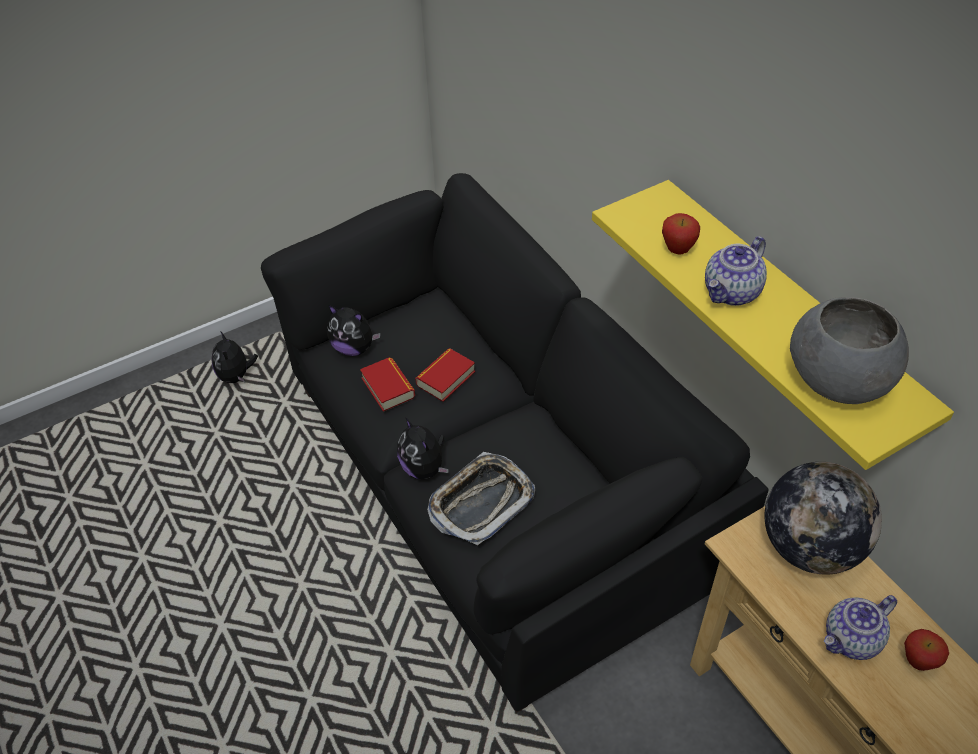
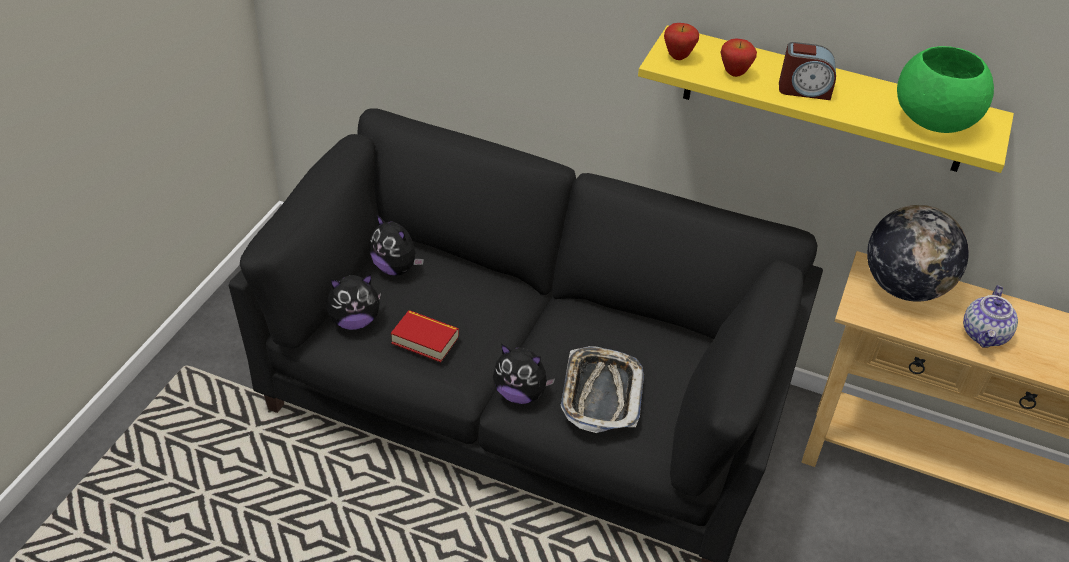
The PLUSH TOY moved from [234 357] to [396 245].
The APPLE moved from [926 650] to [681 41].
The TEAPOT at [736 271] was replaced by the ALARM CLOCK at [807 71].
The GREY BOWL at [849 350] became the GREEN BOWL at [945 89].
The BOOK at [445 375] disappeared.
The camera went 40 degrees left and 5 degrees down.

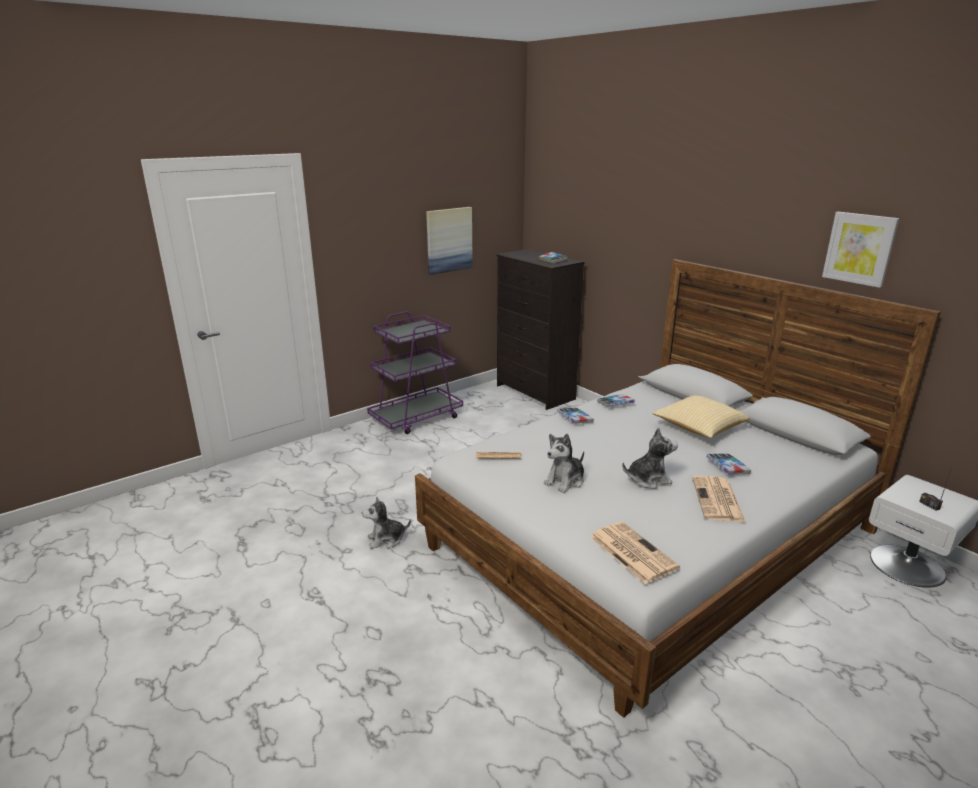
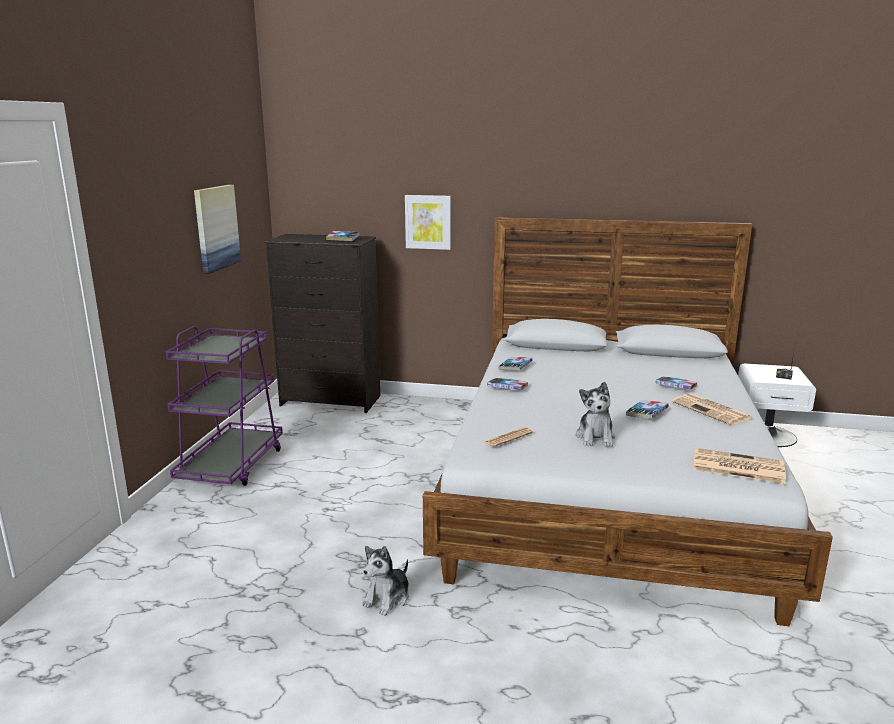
The PICTURE moved from [860 250] to [428 222].
The PLUSH TOY at [650 458] was replaced by the BOOK at [647 409].
The PILLOW at [701 416] disappeared.
The camera went 40 degrees left and 5 degrees down.

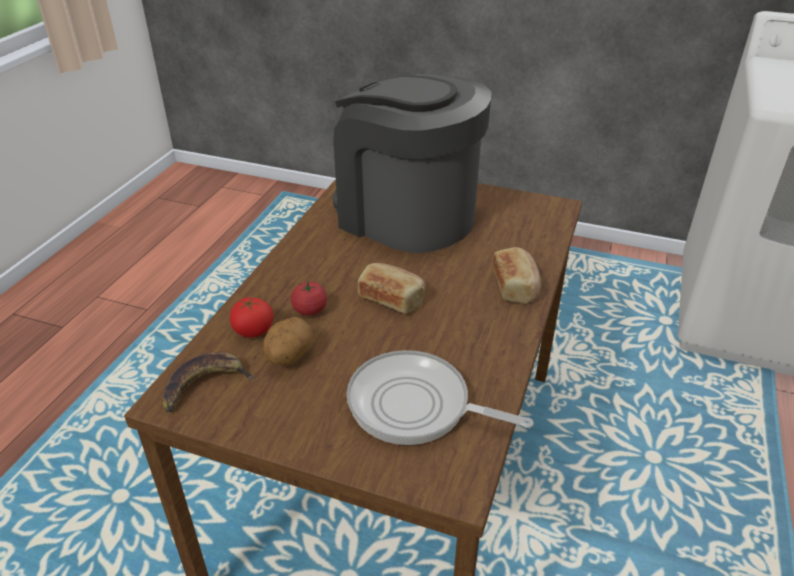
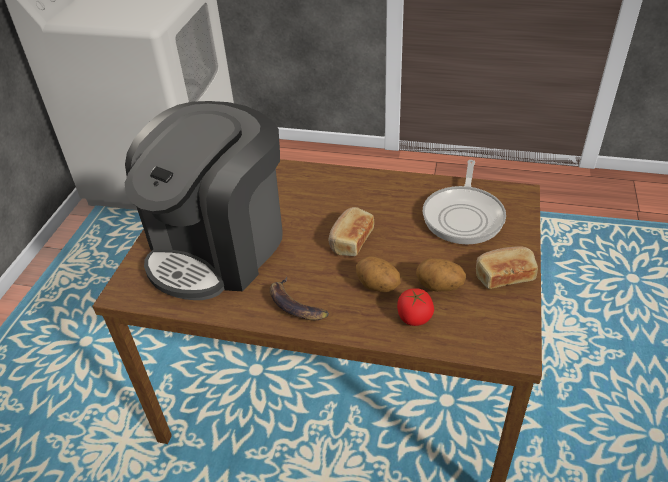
The BANANA moved from [209 382] to [299 298].
The TOMATO at [309 297] was replaced by the POTATO at [378 274].
The BREAD moved from [517 275] to [507 267].
The camera went 95 degrees left and 5 degrees up.

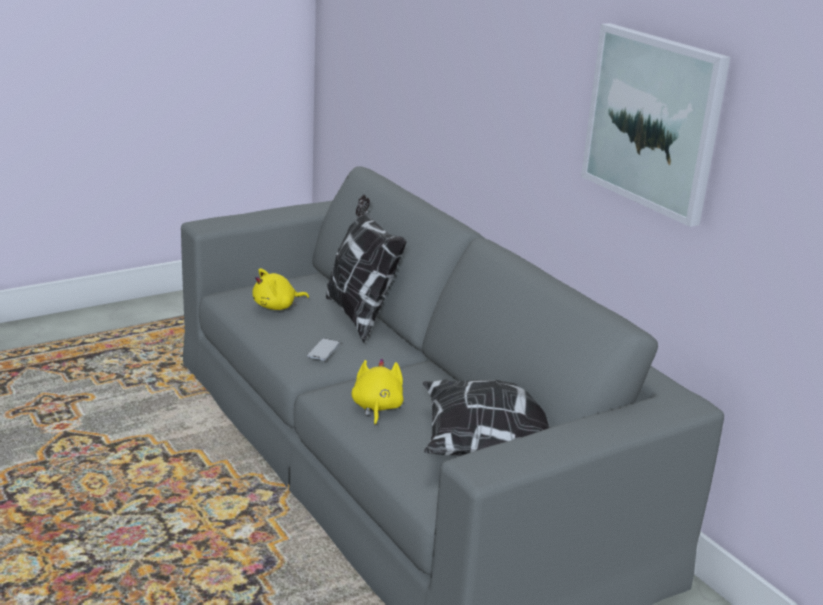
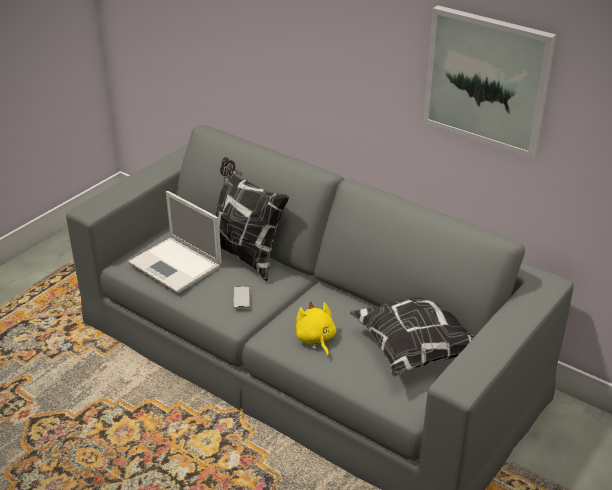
The YELLOW PLUSH TOY at [281 289] was replaced by the LAPTOP at [175 242].
The camera went 20 degrees left and 10 degrees up.

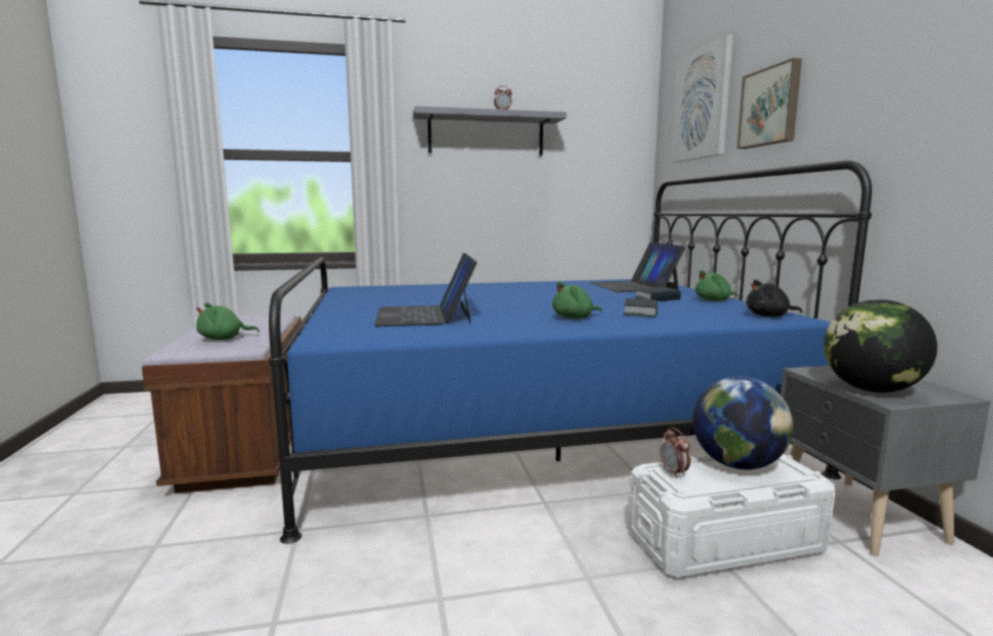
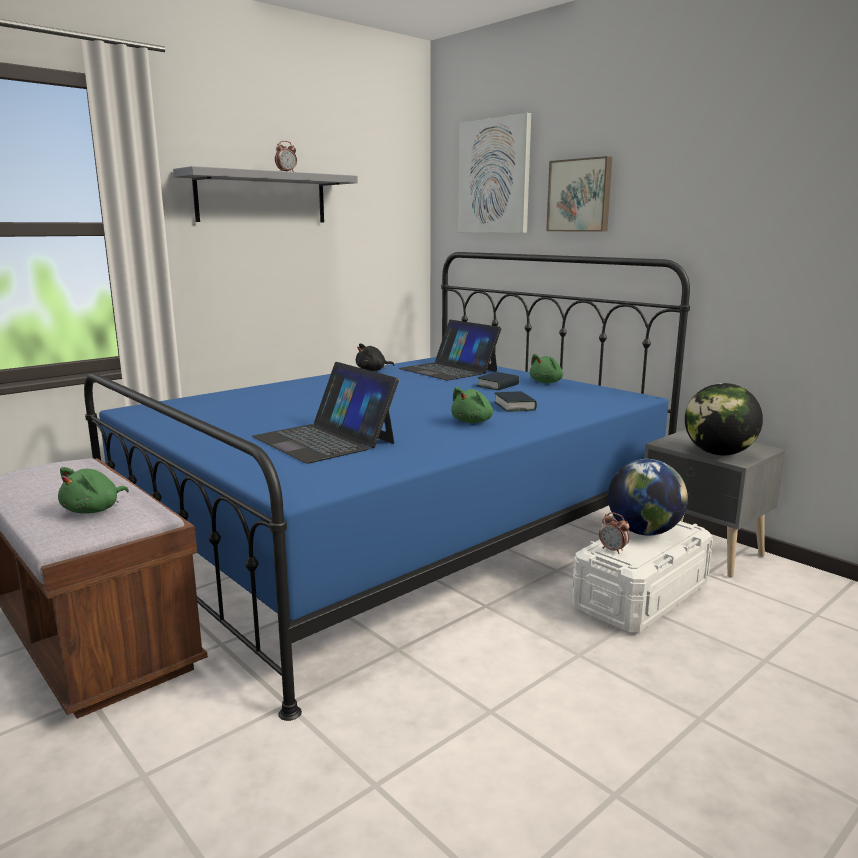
The BLACK PLUSH TOY moved from [774 298] to [375 357].
The camera went 30 degrees left and 5 degrees up.

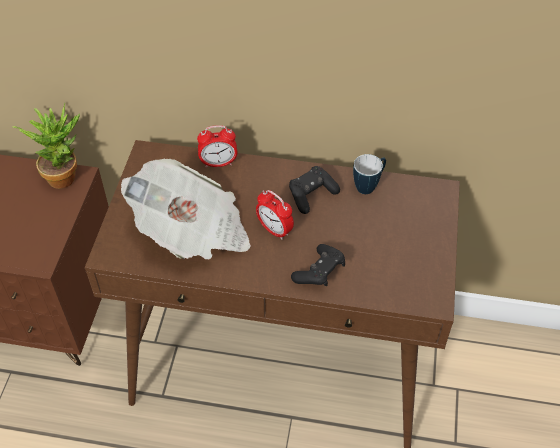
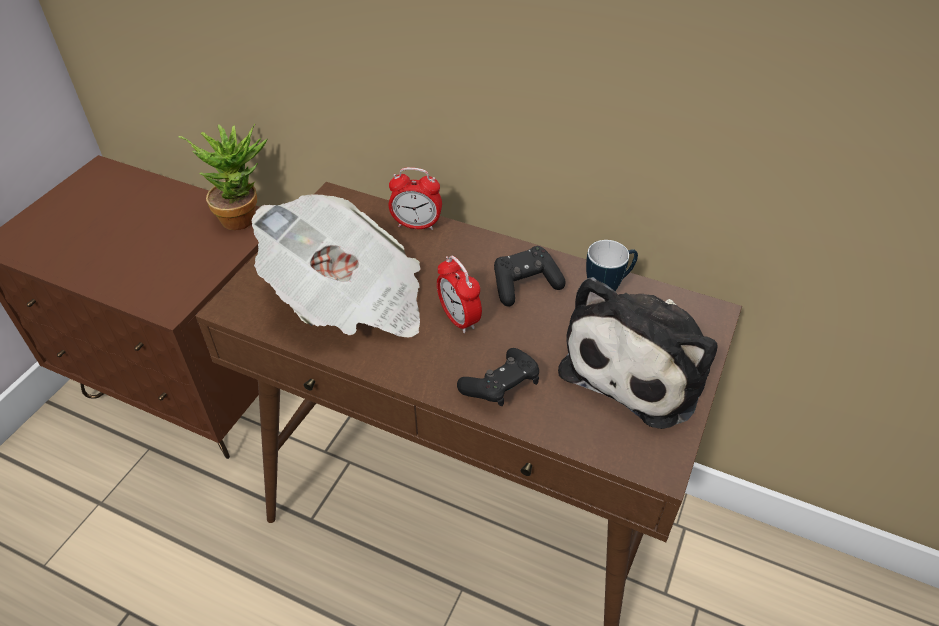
The PLUSH TOY at [638 353] appeared.
The camera went 15 degrees right and 5 degrees down.

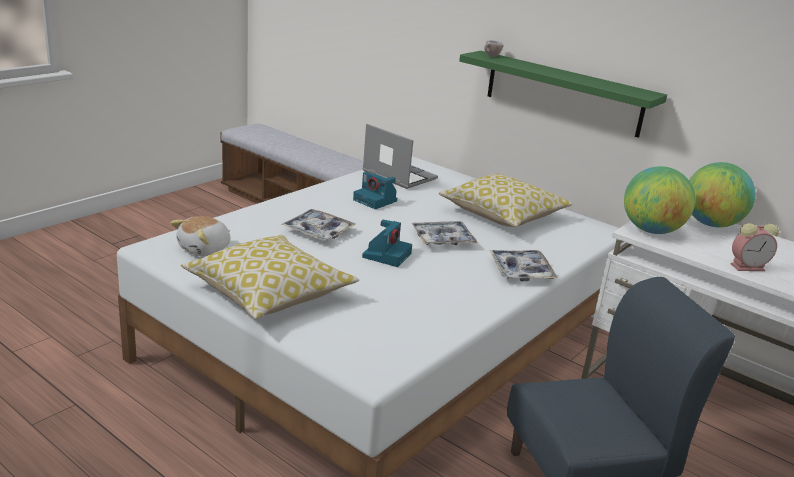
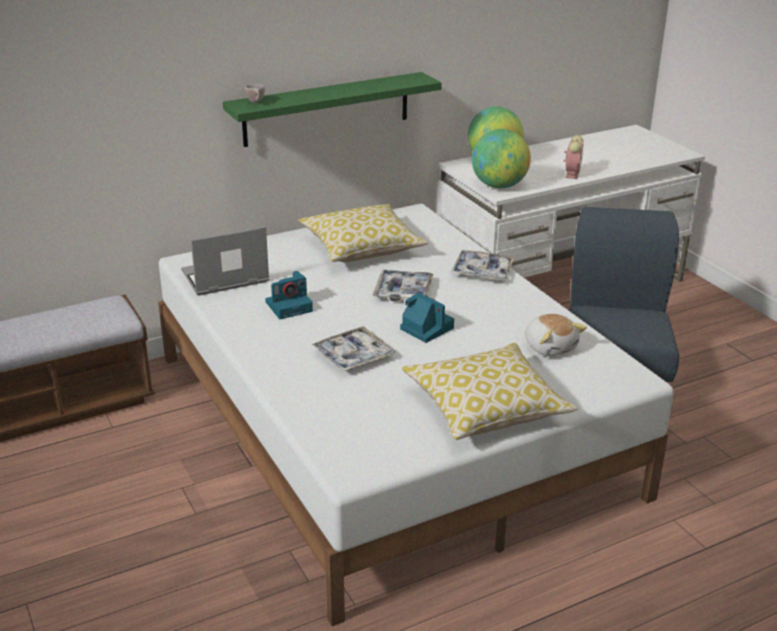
The PLUSH TOY moved from [200 236] to [556 335].
The camera went 65 degrees left and 5 degrees up.

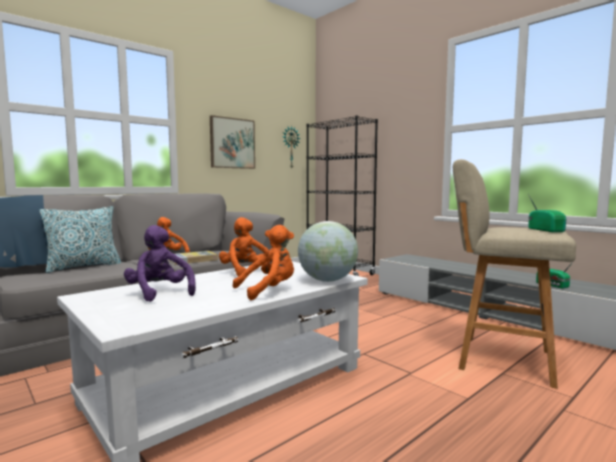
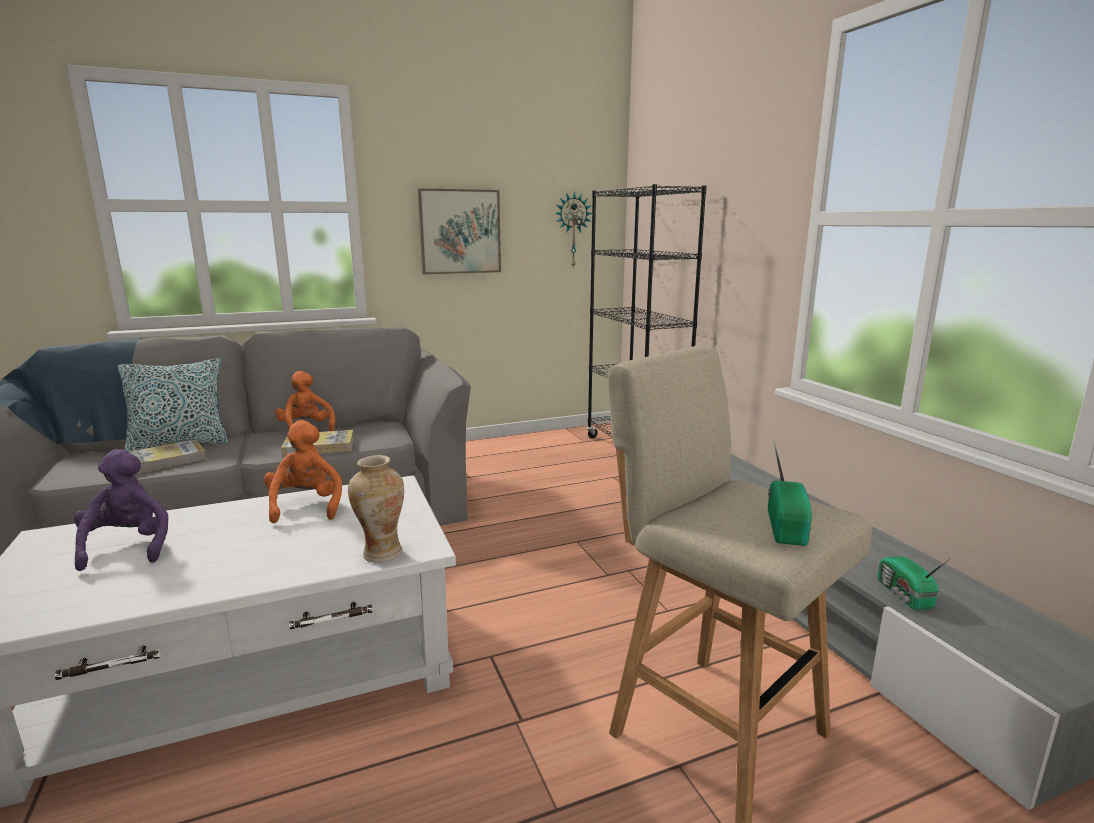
The BOOK at [168 456] appeared.
The GLOBE at [328 251] was replaced by the VASE at [376 509].
The ORANGE PLUSH TOY at [263 262] disappeared.
The camera went 20 degrees right and 10 degrees up.

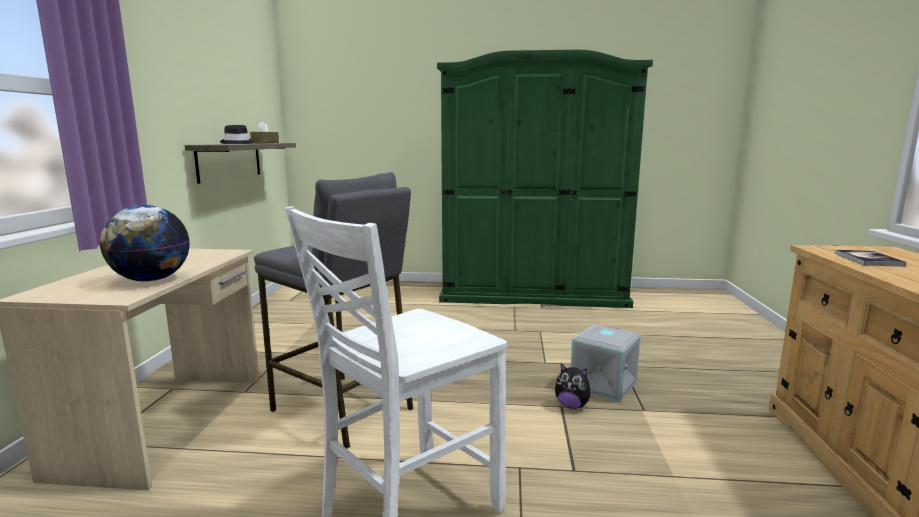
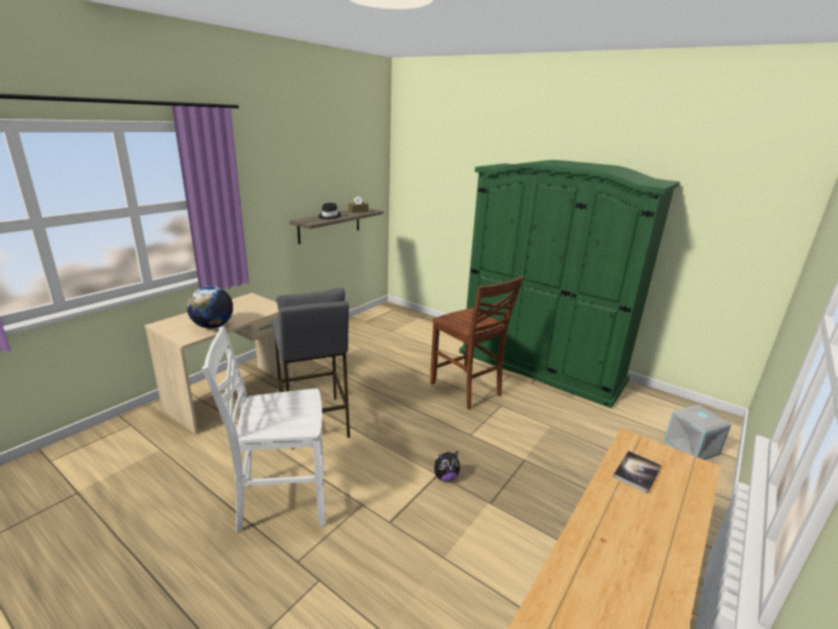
The BROWN CHAIR at [477 342] appeared.
The PLUSH TOY at [575 386] turned 75 degrees counterclockwise.
The GREY STORAGE BOX moved from [606 363] to [697 432].
The camera went 30 degrees right and 10 degrees up.

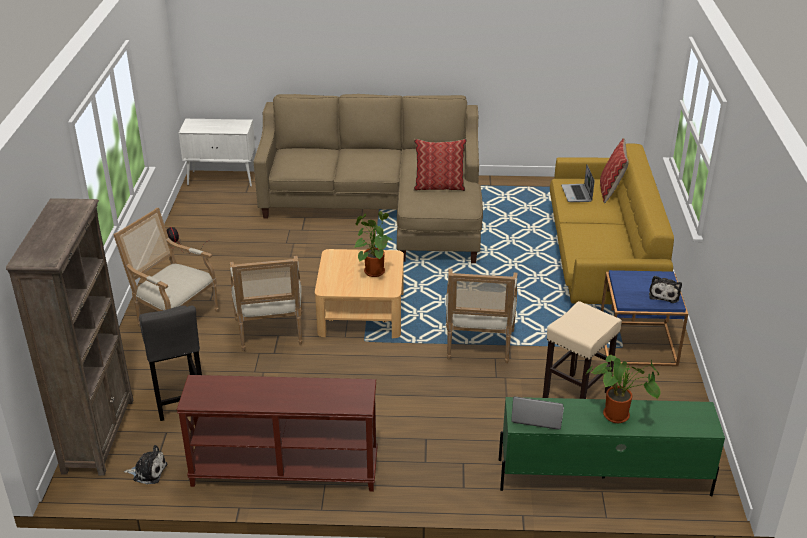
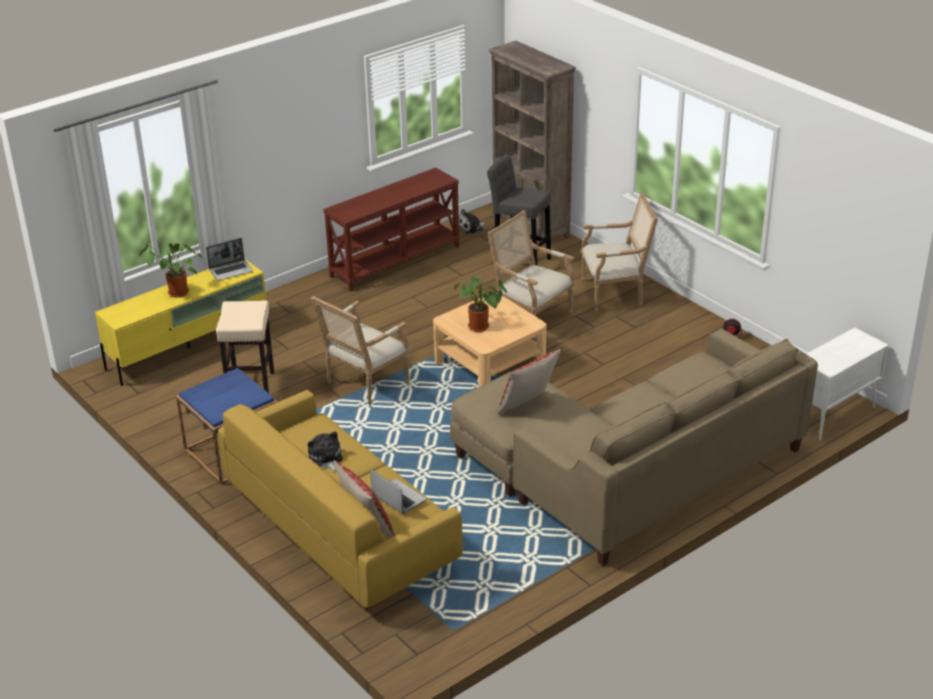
The GREEN TV STAND at [612 446] became the YELLOW TV STAND at [182 322].
The PLUSH TOY moved from [665 289] to [325 451].
The ARMCHAIR at [482 316] turned 105 degrees counterclockwise.
The camera went 140 degrees right and 0 degrees up.

